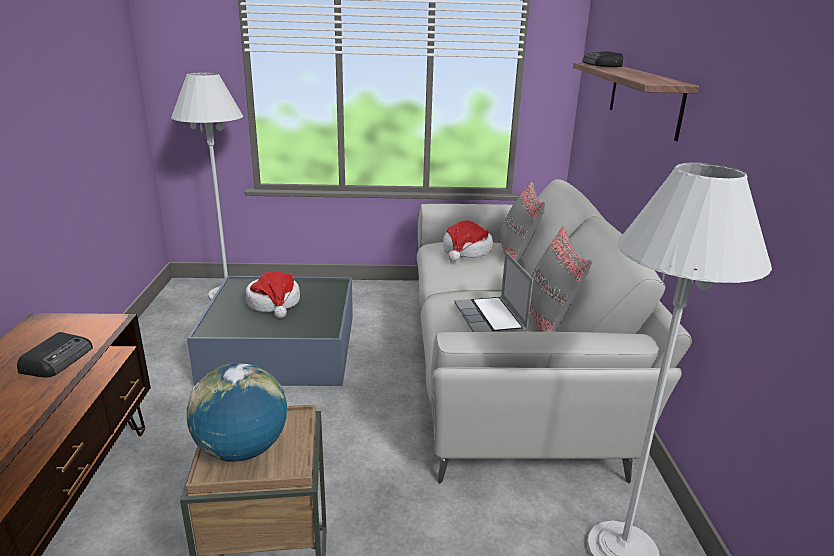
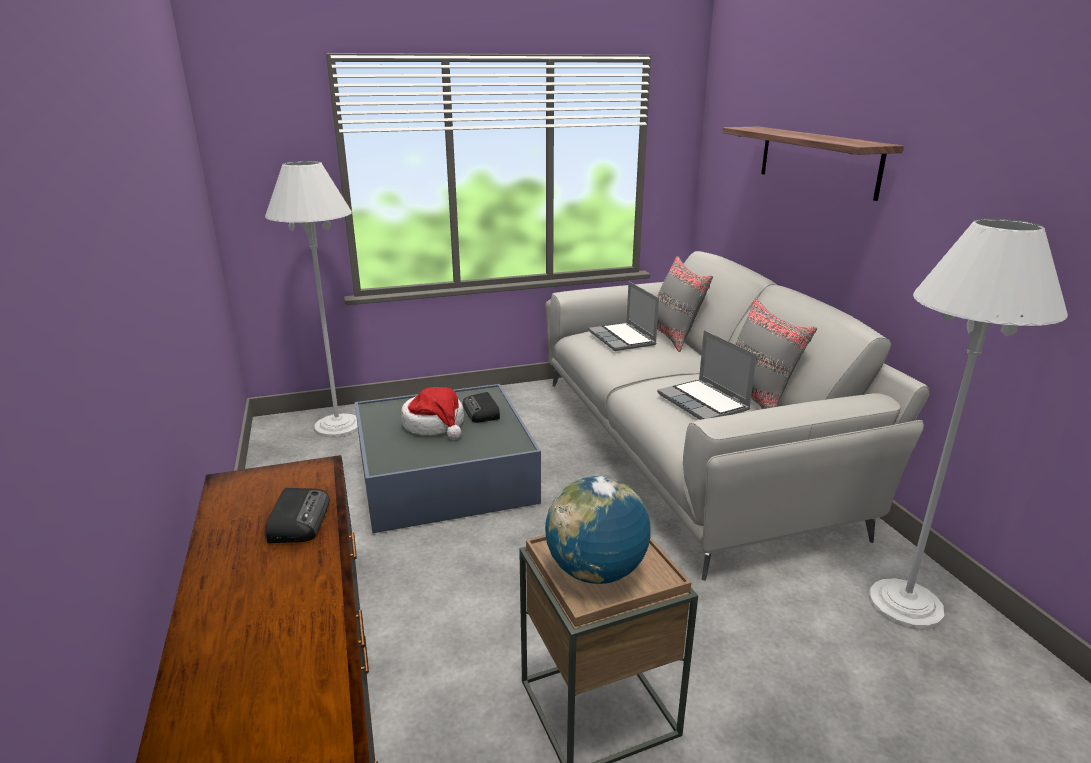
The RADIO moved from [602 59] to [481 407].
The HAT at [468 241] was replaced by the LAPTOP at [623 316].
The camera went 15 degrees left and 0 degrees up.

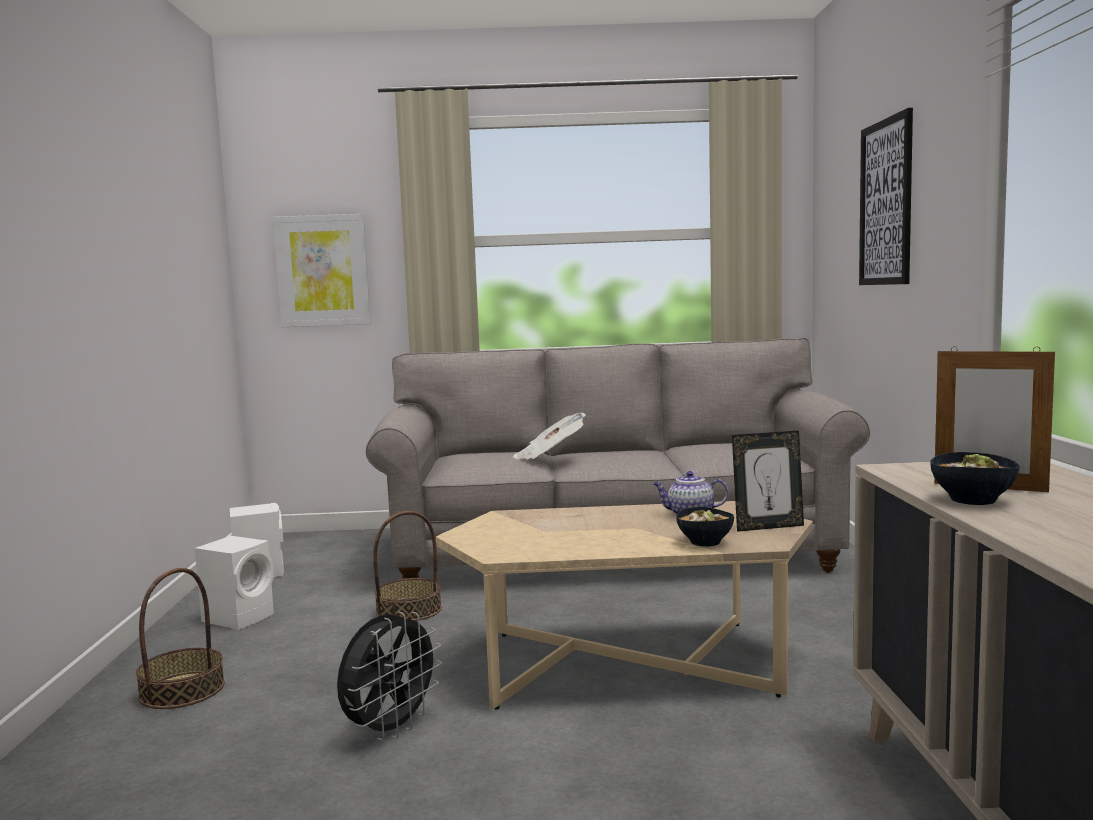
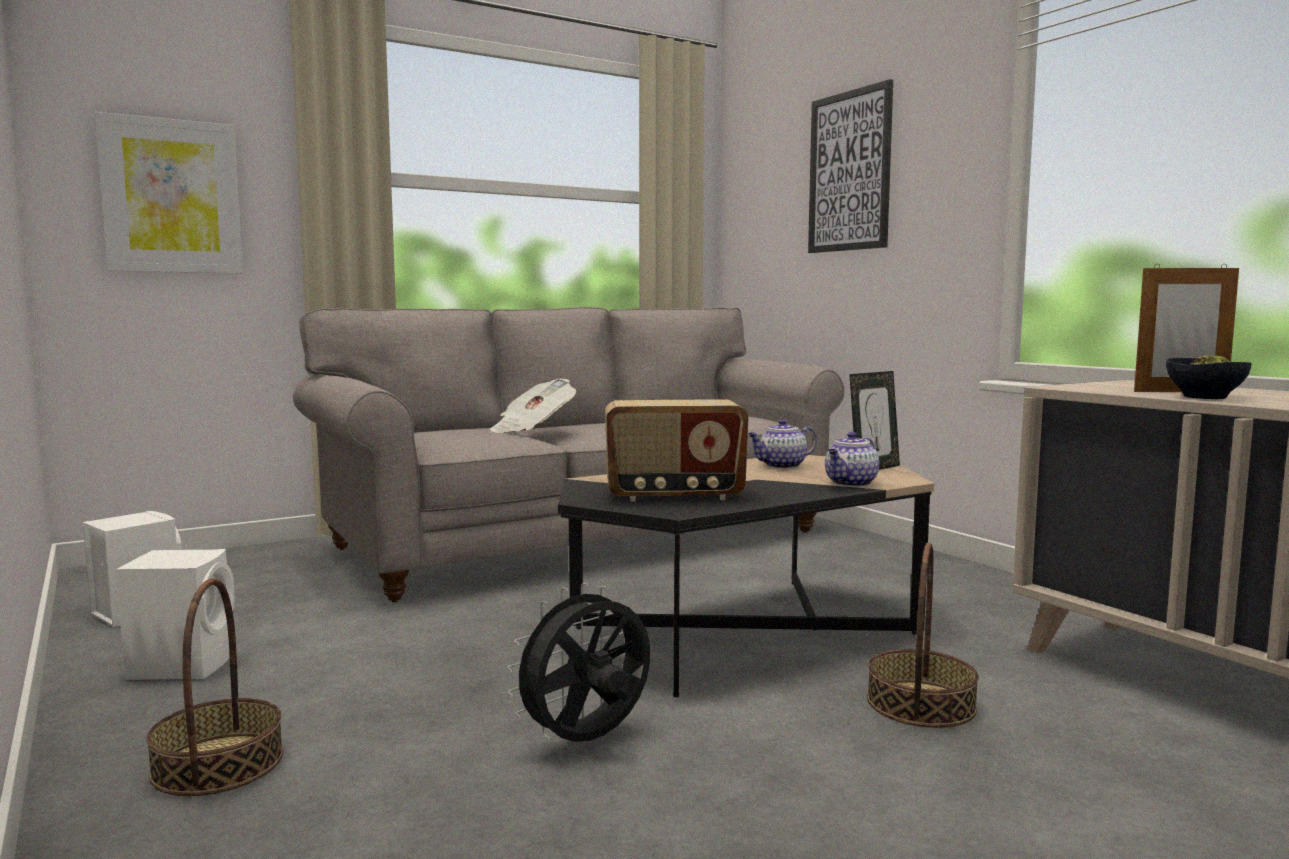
The BLACK FAN at [389 676] turned 135 degrees counterclockwise.
The BEIGE COFFEE TABLE at [624 605] became the BLACK COFFEE TABLE at [746 576].
The RADIO at [677 451] appeared.
The BOWL at [705 526] was replaced by the TEAPOT at [852 459].
The BASKET moved from [407 566] to [923 635].
The camera went 30 degrees left and 0 degrees up.

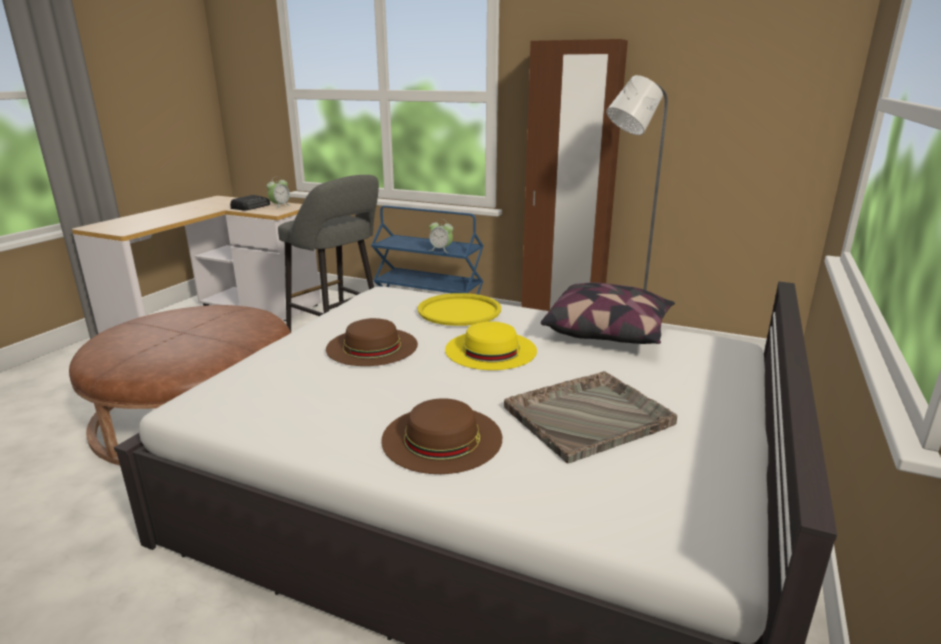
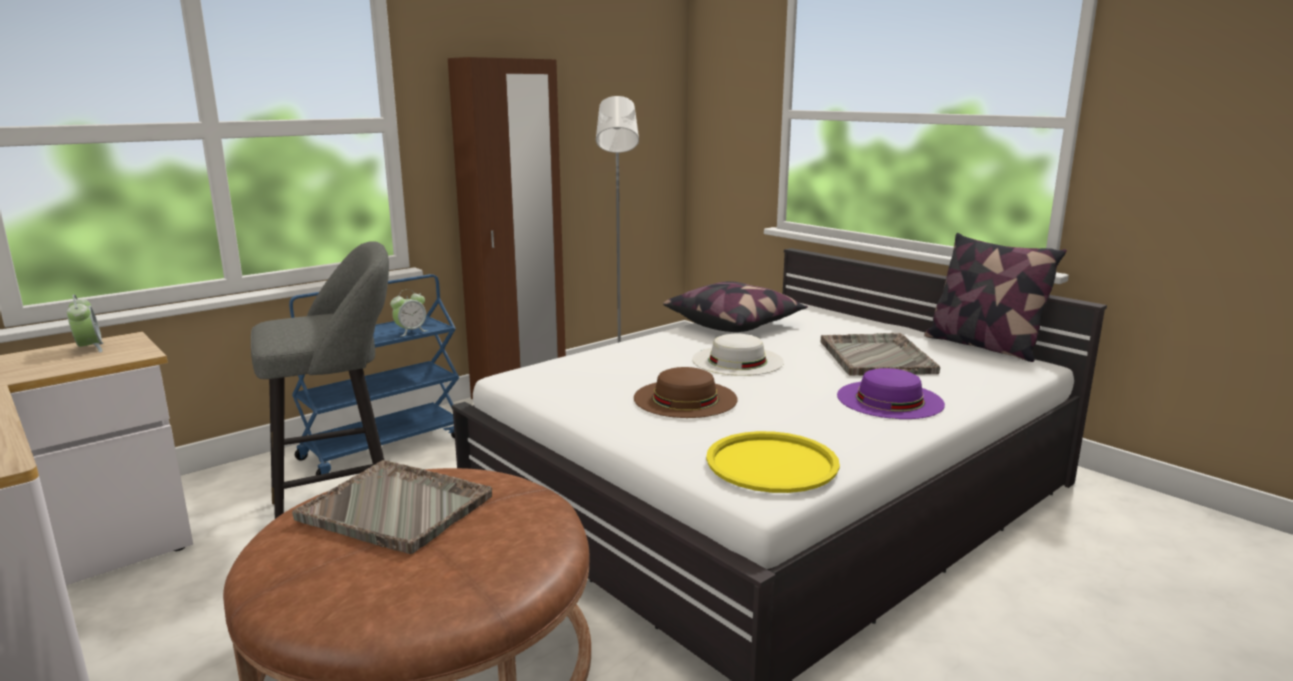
The GREY TRAY at [392 507] appeared.
The YELLOW HAT at [491 345] became the WHITE HAT at [738 355].
The YELLOW TRAY moved from [459 309] to [773 462].
The BROWN HAT at [441 436] became the PURPLE HAT at [891 393].
The PILLOW at [995 297] appeared.
The RADIO at [250 202] disappeared.
The camera went 65 degrees left and 5 degrees down.

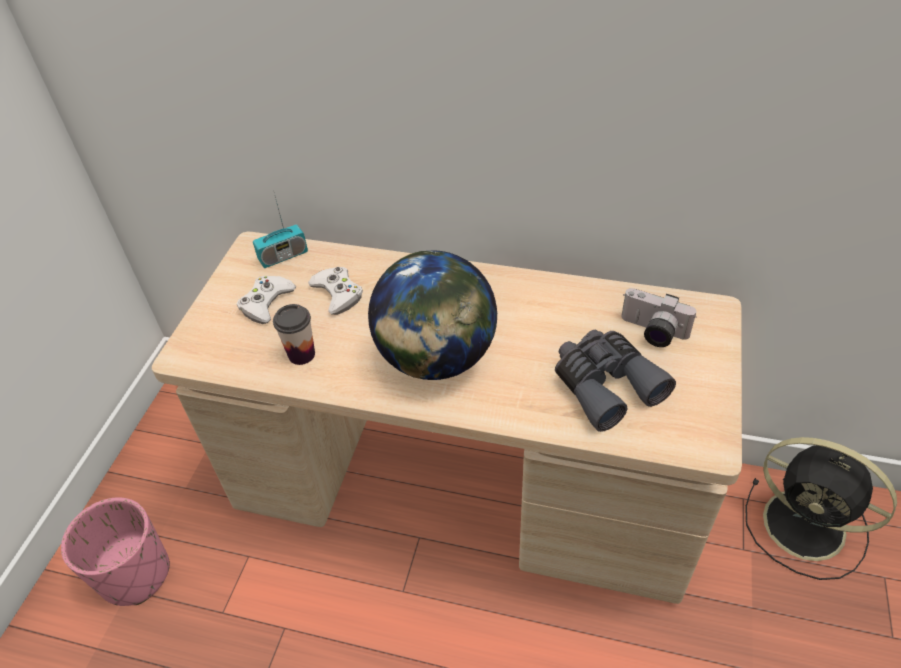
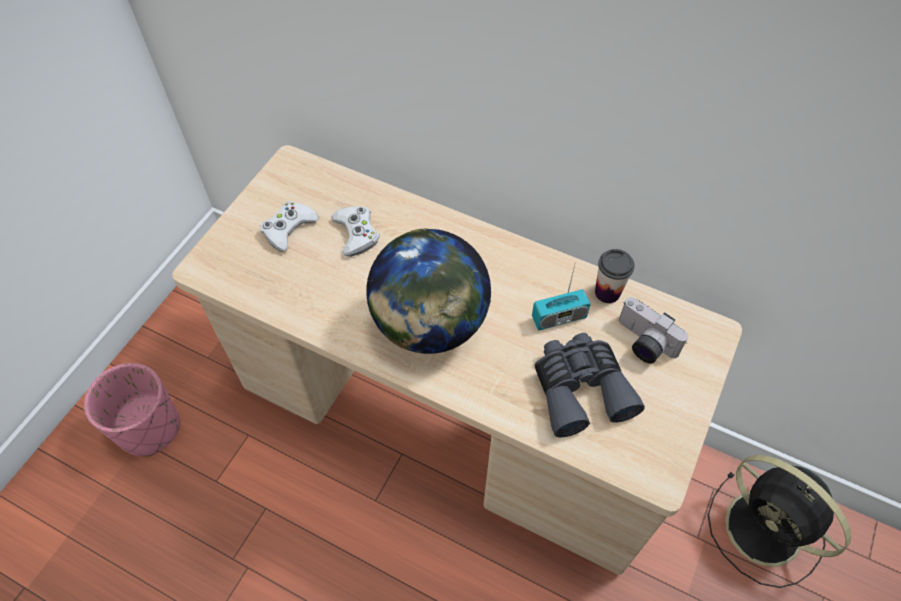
The RADIO moved from [280 229] to [561 296].
The CUP moved from [294 334] to [615 276].
The camera went 10 degrees right and 10 degrees up.

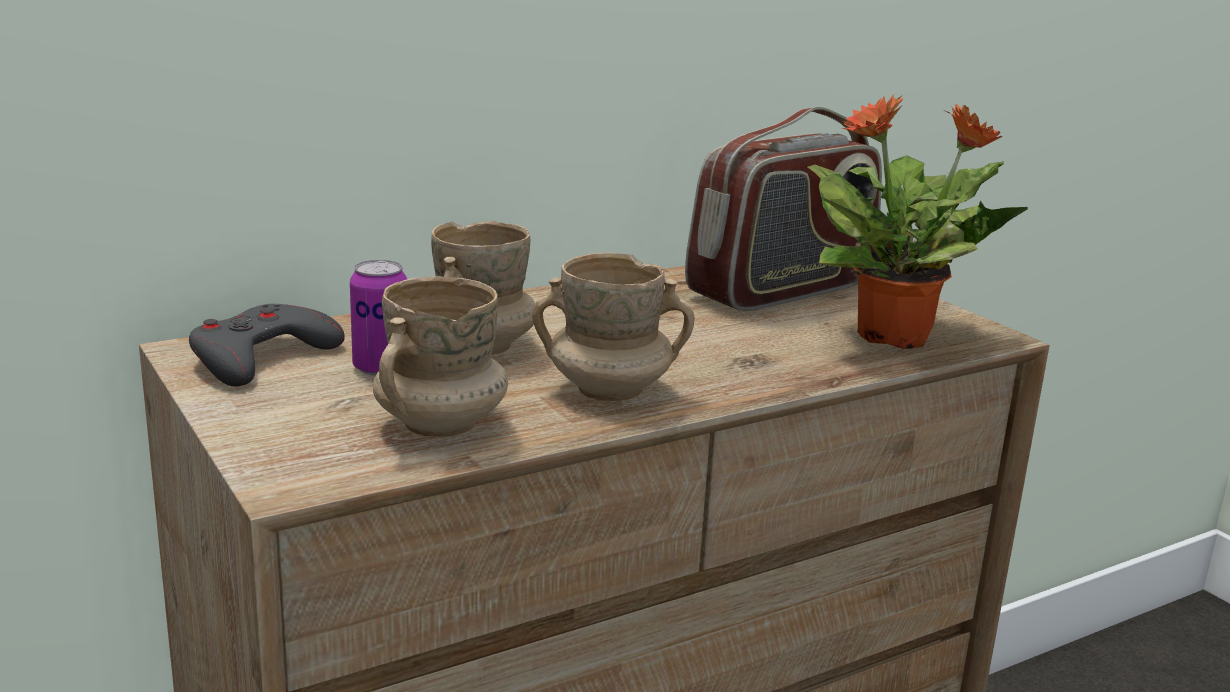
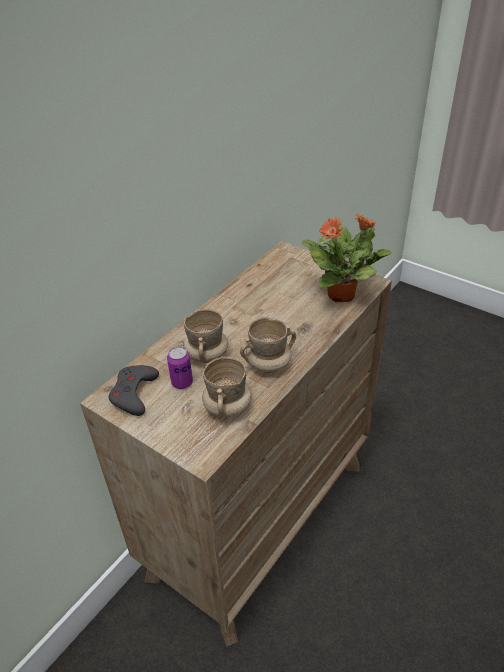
The RADIO at [783 209] disappeared.
The camera went 20 degrees left and 20 degrees up.

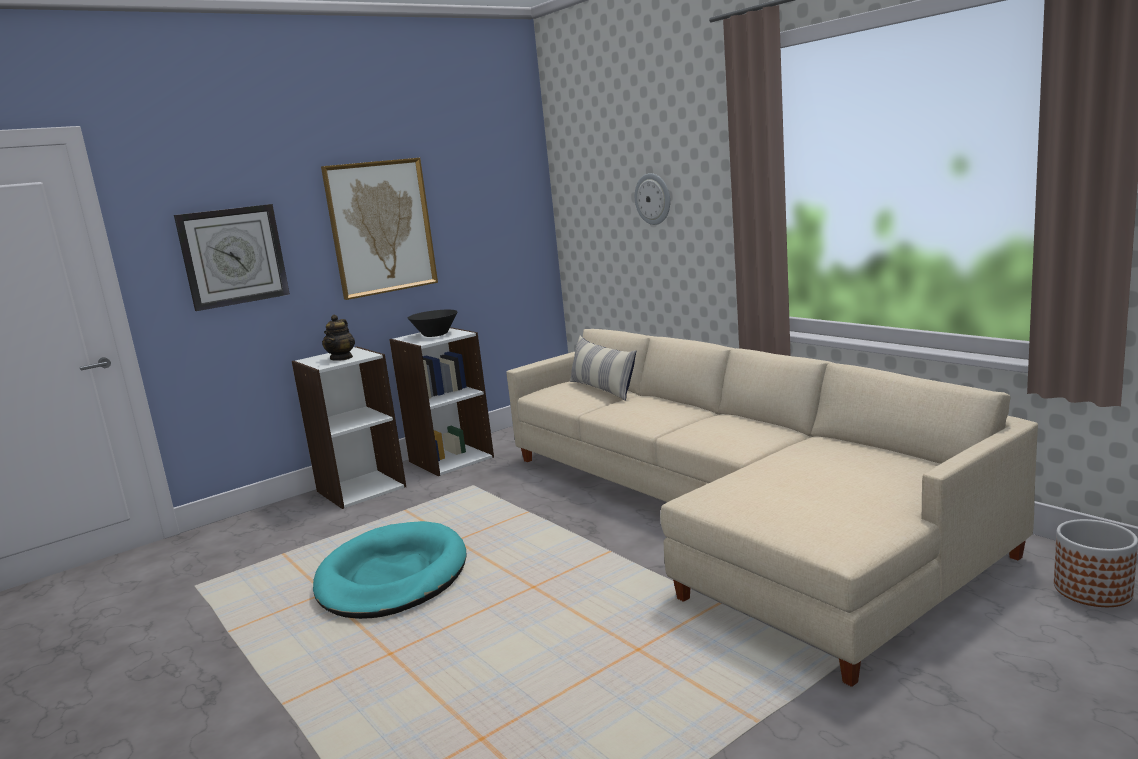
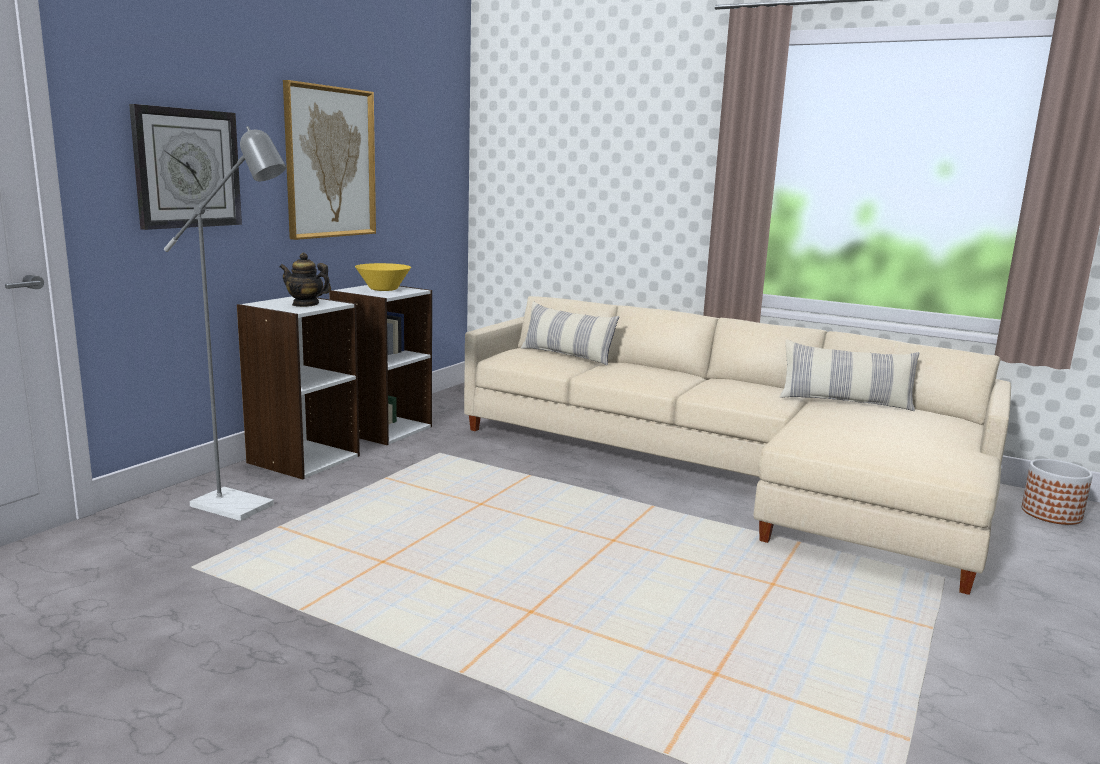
The GREY FLOOR LAMP at [225 323] appeared.
The TEAPOT at [338 338] turned 120 degrees clockwise.
The BLACK BOWL at [433 323] became the YELLOW BOWL at [383 277].
The PILLOW at [849 375] appeared.
The TURQUOISE DOG BED at [389 570] disappeared.
The WALL CLOCK at [652 199] disappeared.
The camera went 25 degrees left and 0 degrees up.

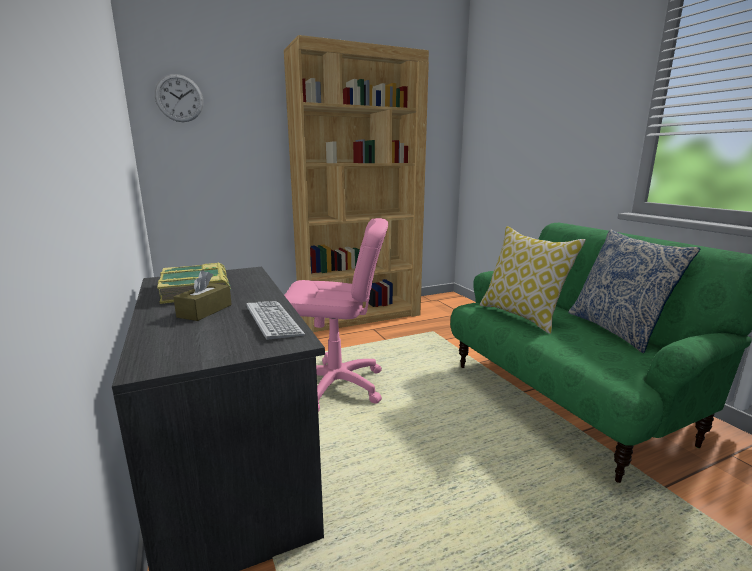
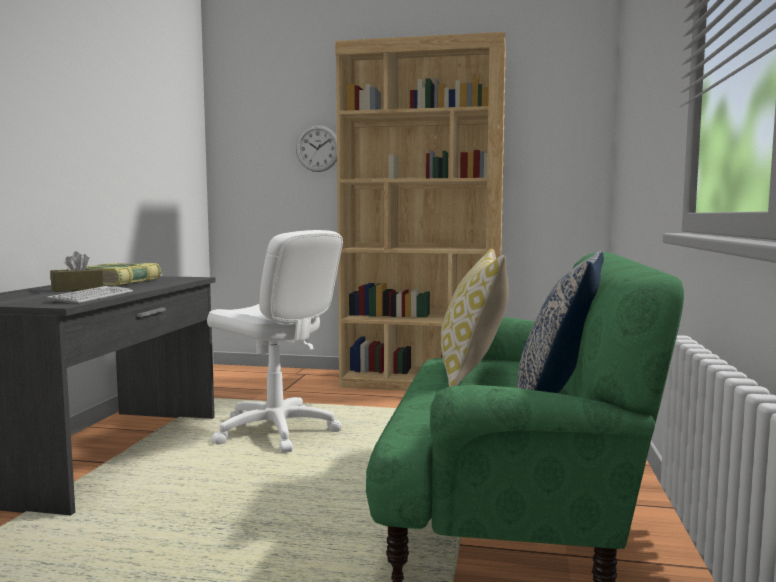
The PINK OFFICE CHAIR at [336 315] became the WHITE OFFICE CHAIR at [275 341].
The WALL CLOCK moved from [179 98] to [316 148].
The camera went 35 degrees right and 10 degrees down.

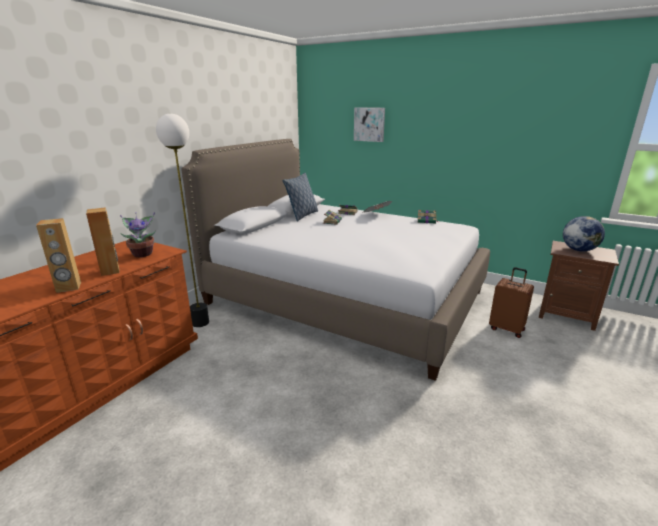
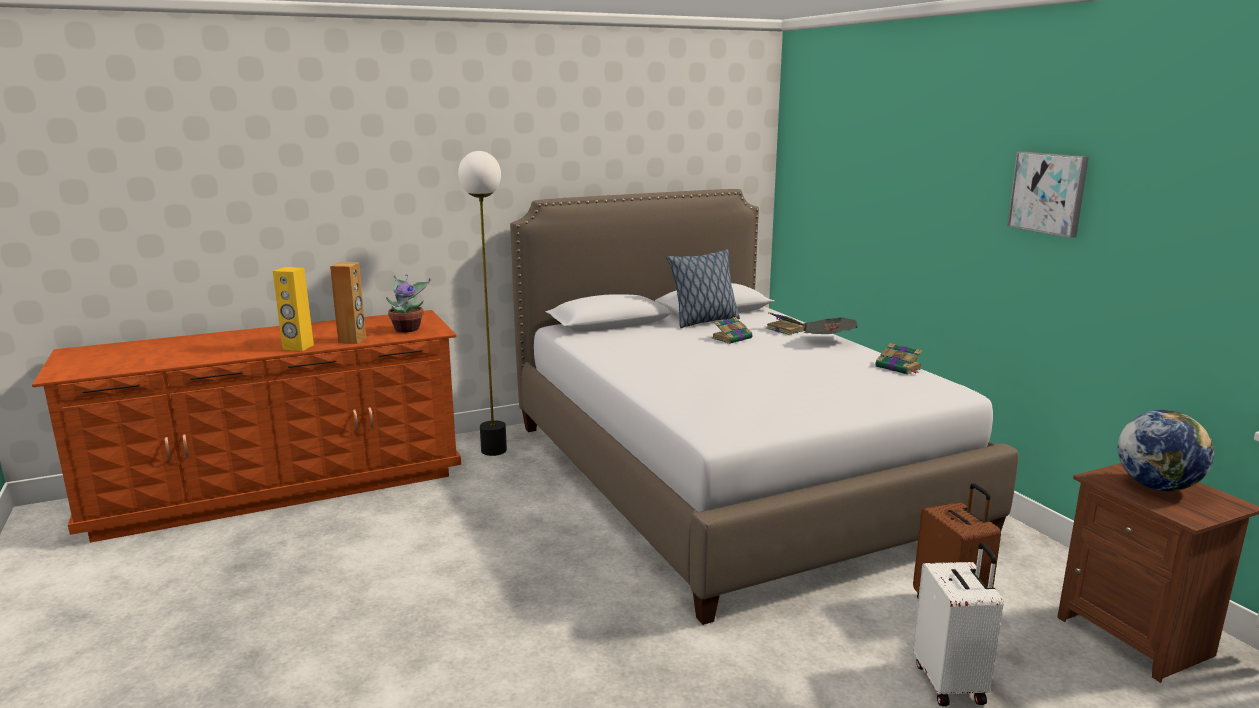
The BROWN SPEAKER at [58 255] became the YELLOW SPEAKER at [293 309].
The WHITE SUITCASE at [958 624] appeared.
The PICTURE moved from [369 124] to [1048 194].
The camera went 35 degrees right and 5 degrees down.

